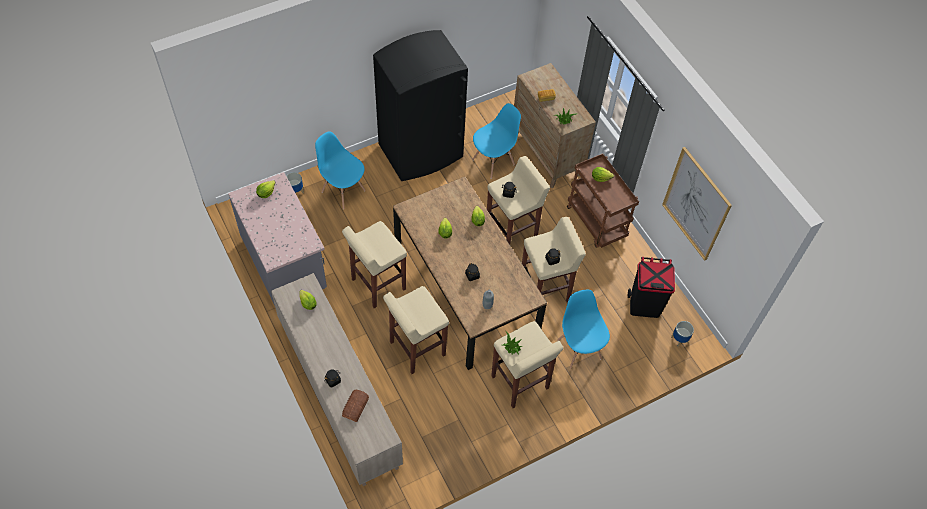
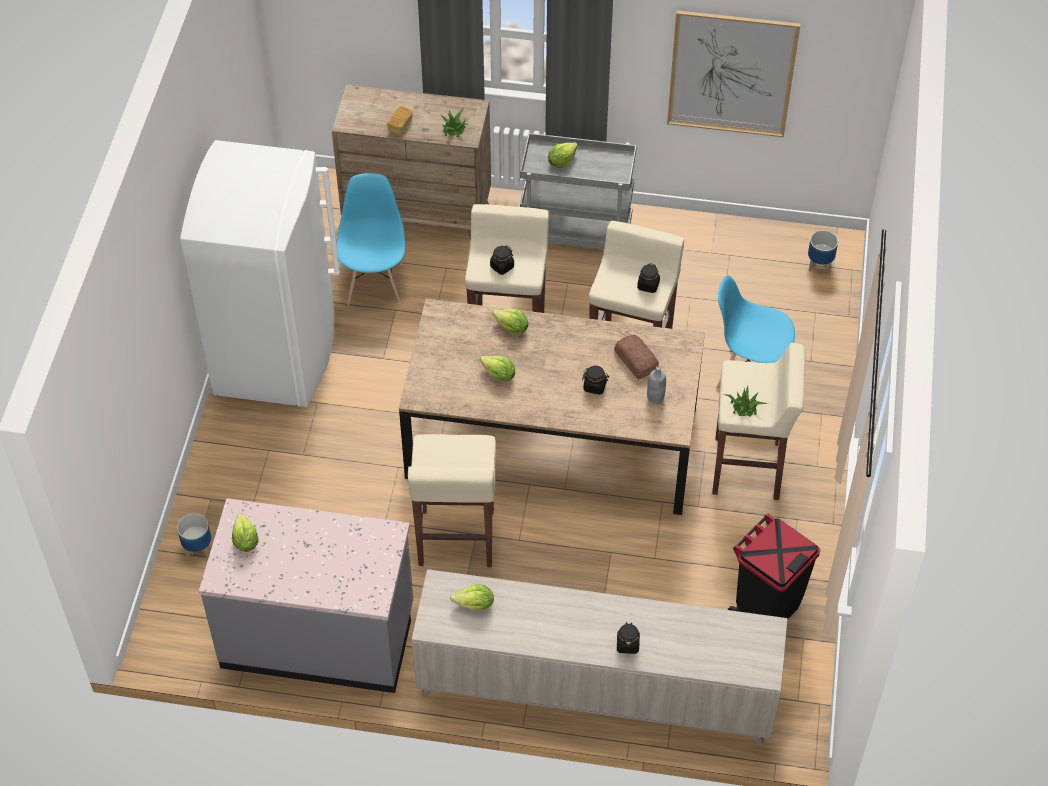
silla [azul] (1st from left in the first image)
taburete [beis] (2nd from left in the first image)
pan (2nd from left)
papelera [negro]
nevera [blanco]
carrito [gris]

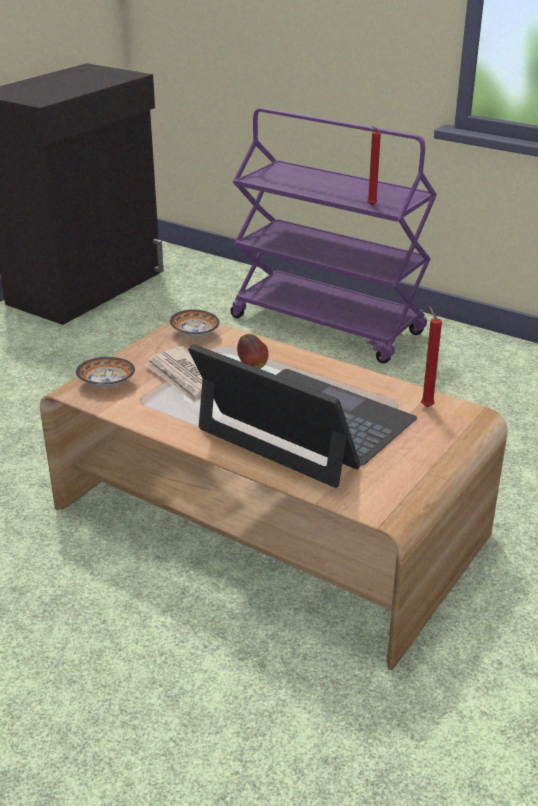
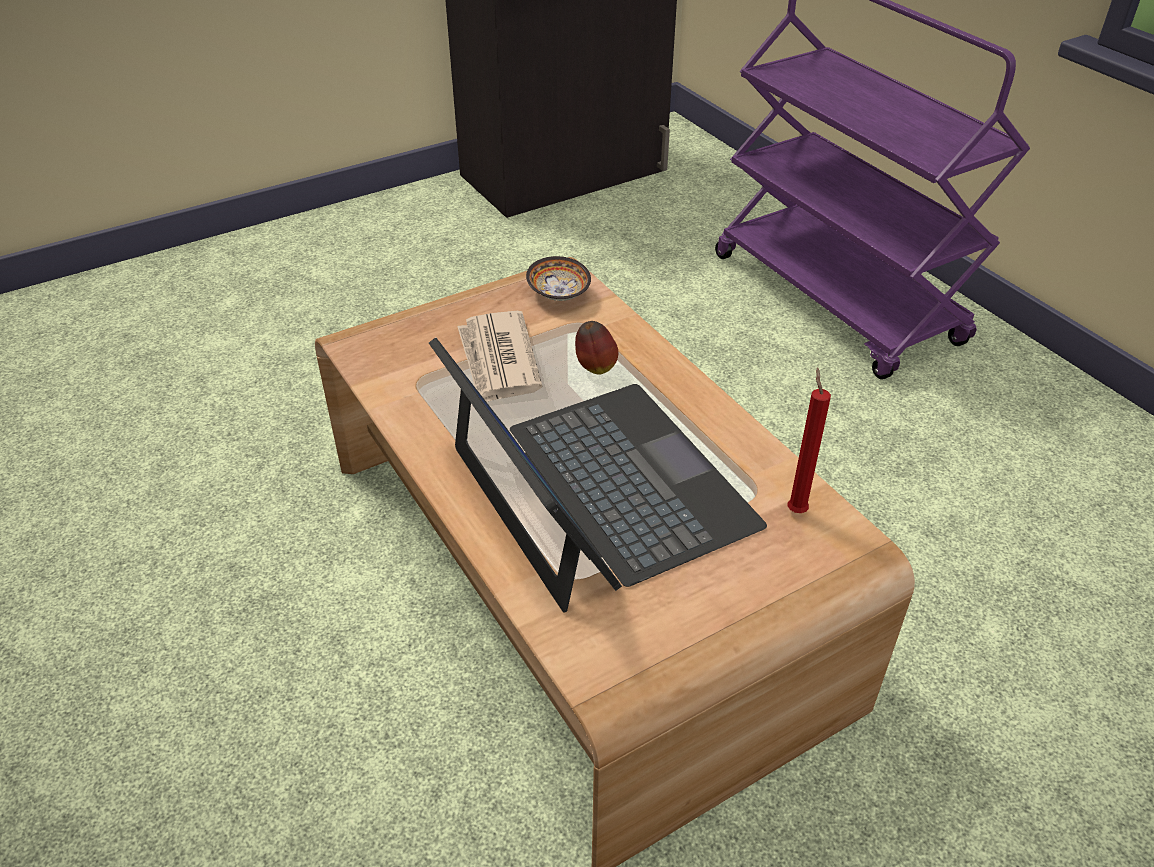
cuenco (1st from left in the first image)
vela [rojo] (1st from left in the first image)

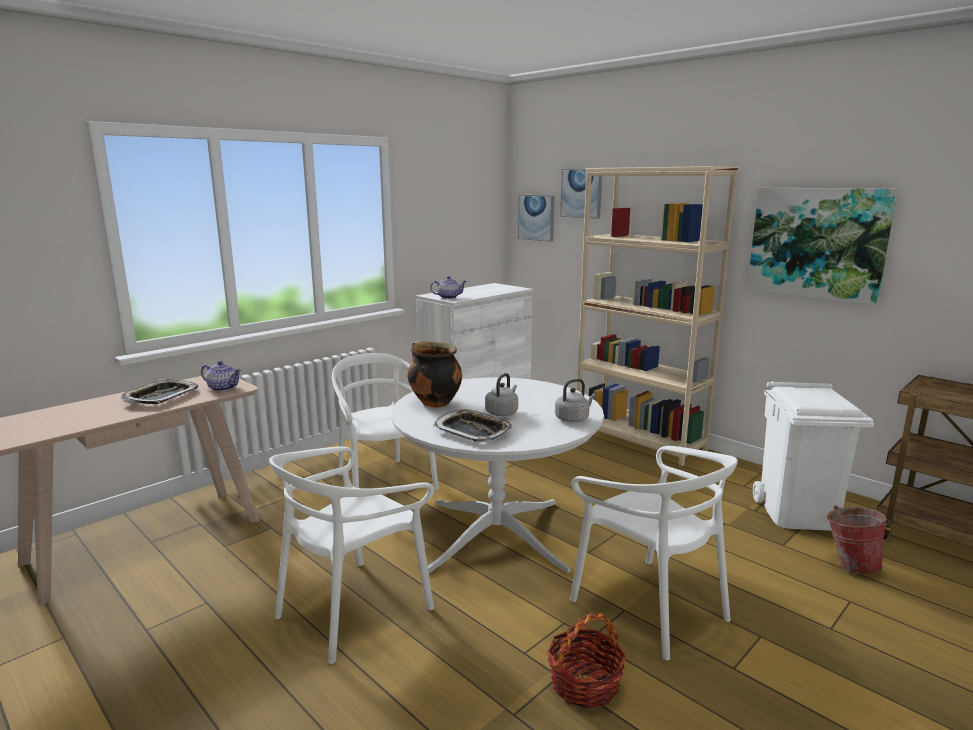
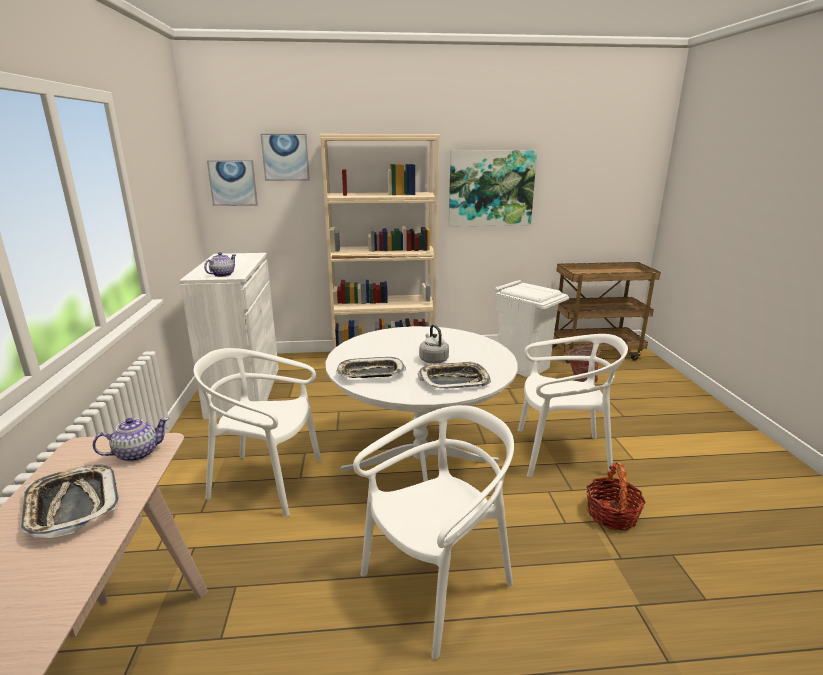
hervidor [gris] (2nd from left in the first image)
bandeja (2nd from left)
silla [blanco] (2nd from left)

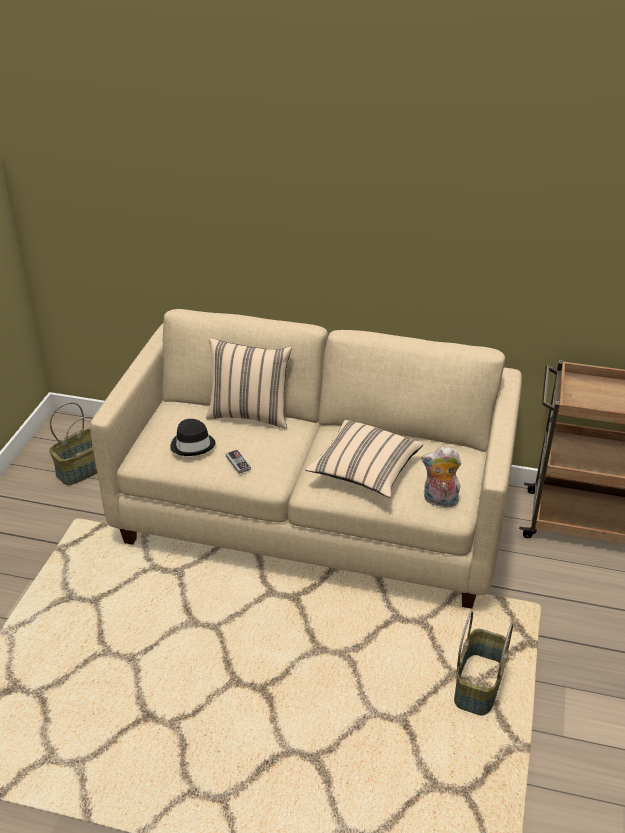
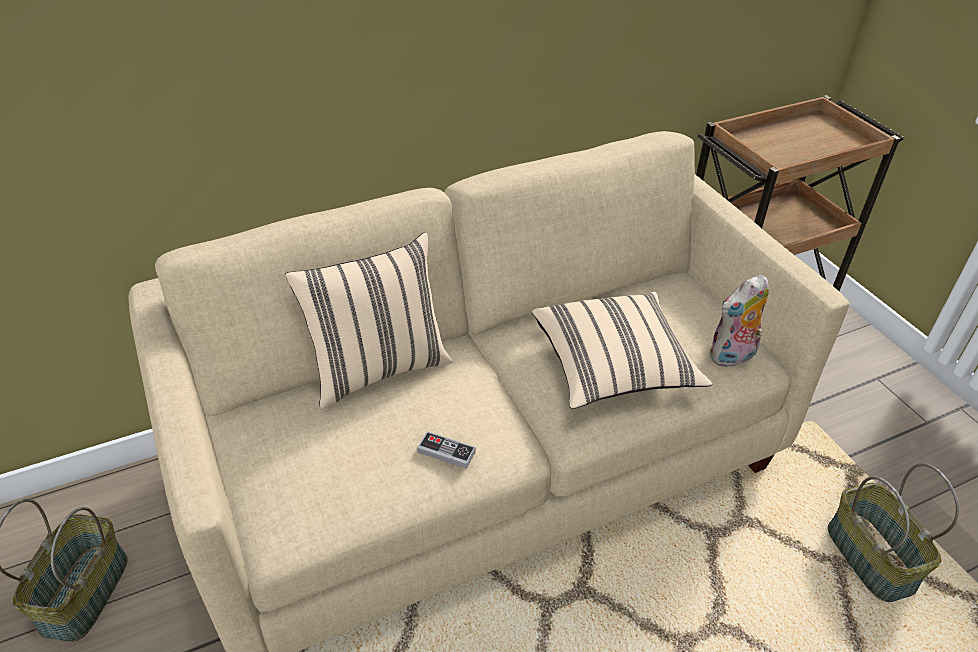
sombrero [negro]

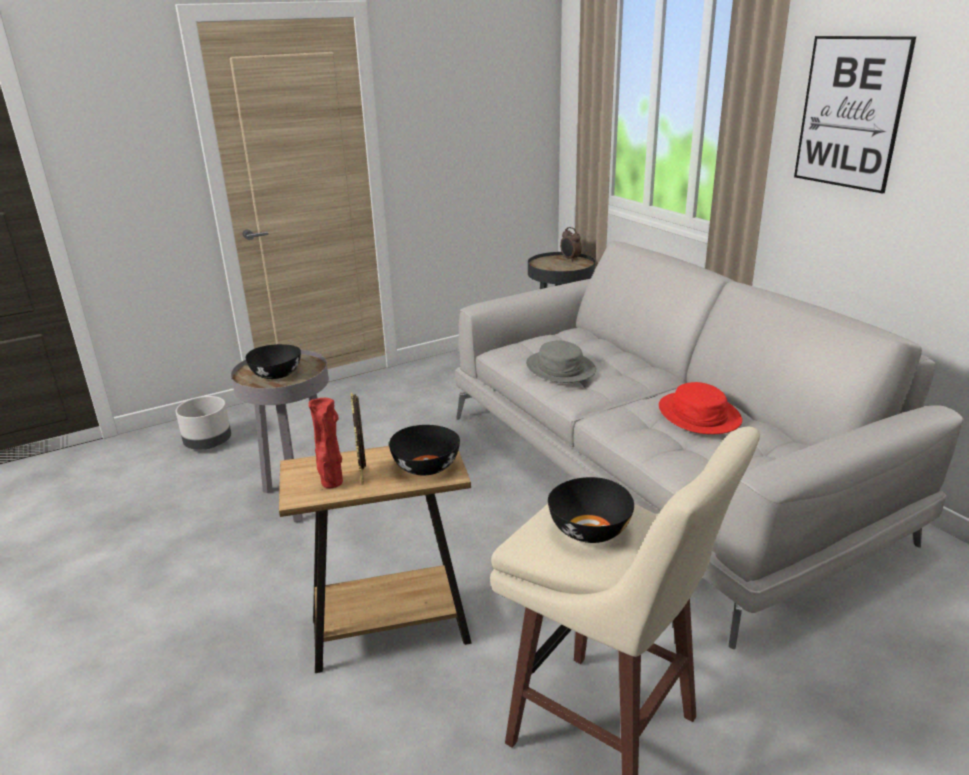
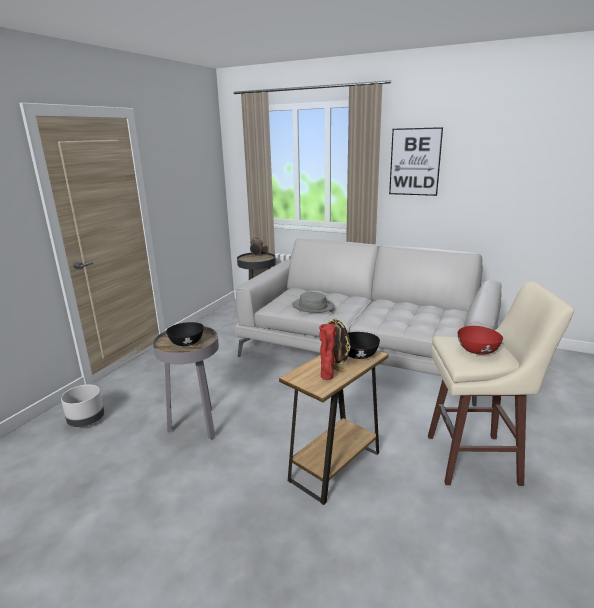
sombrero [rojo]
cuenco [rojo]

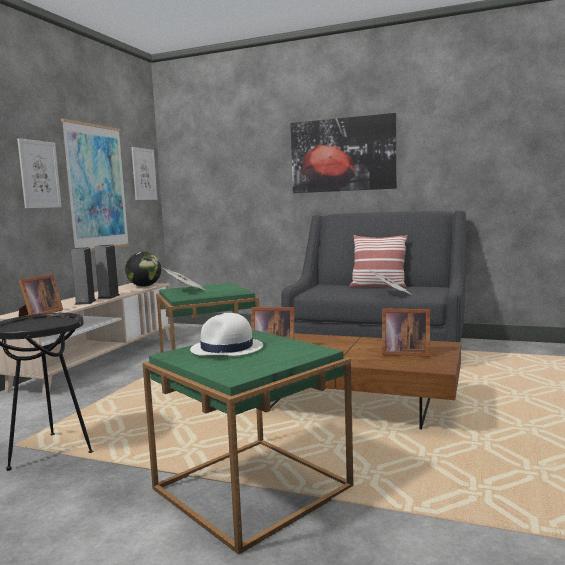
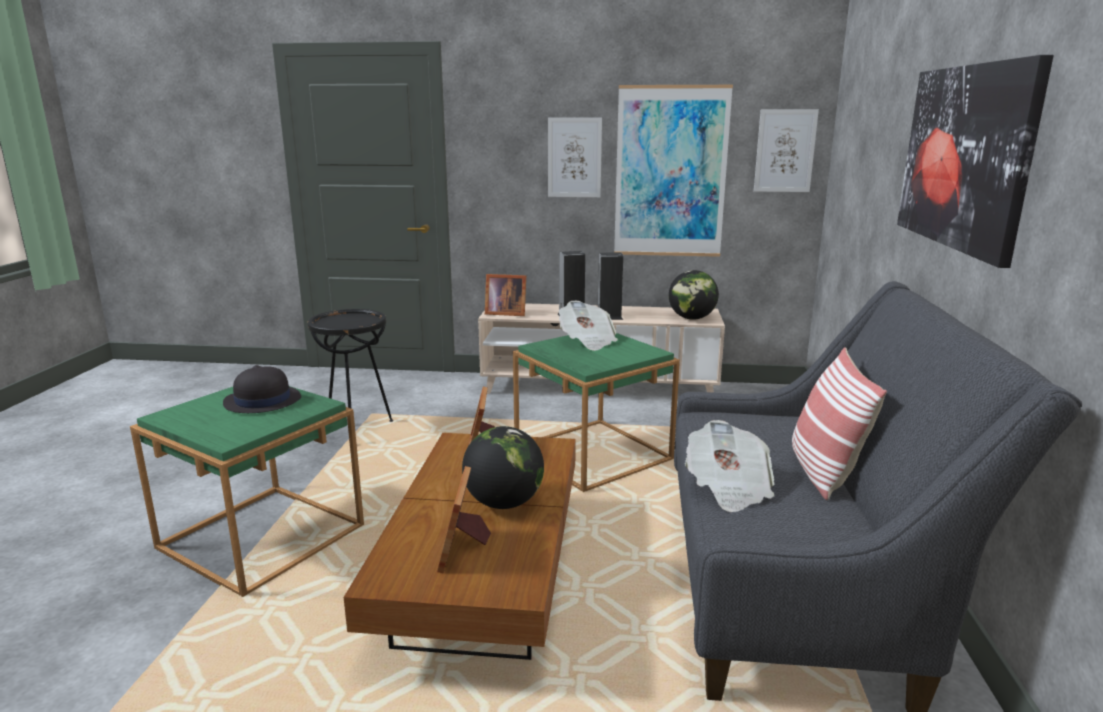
globo terráqueo (1st from left)
sombrero [negro]

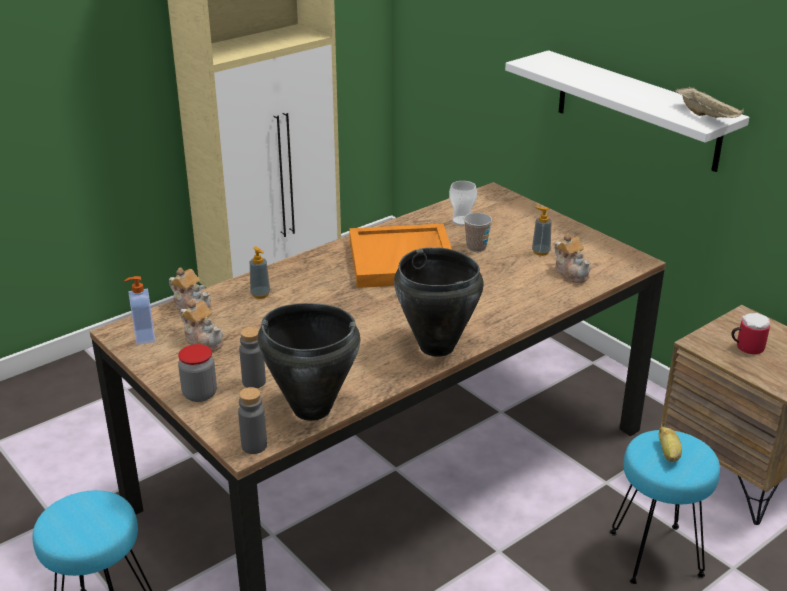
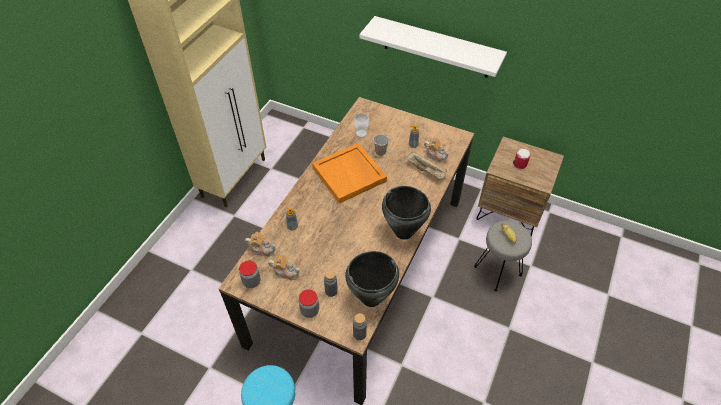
bandeja [beis]
tarro (1st from left)
taburete [gris]

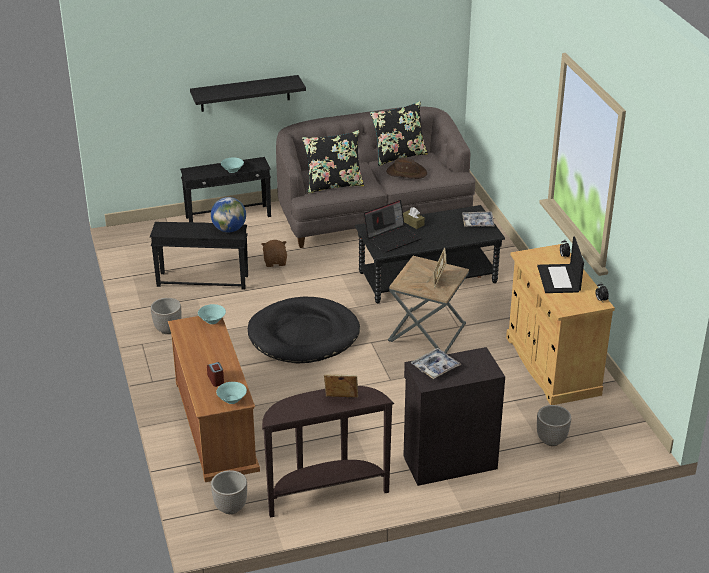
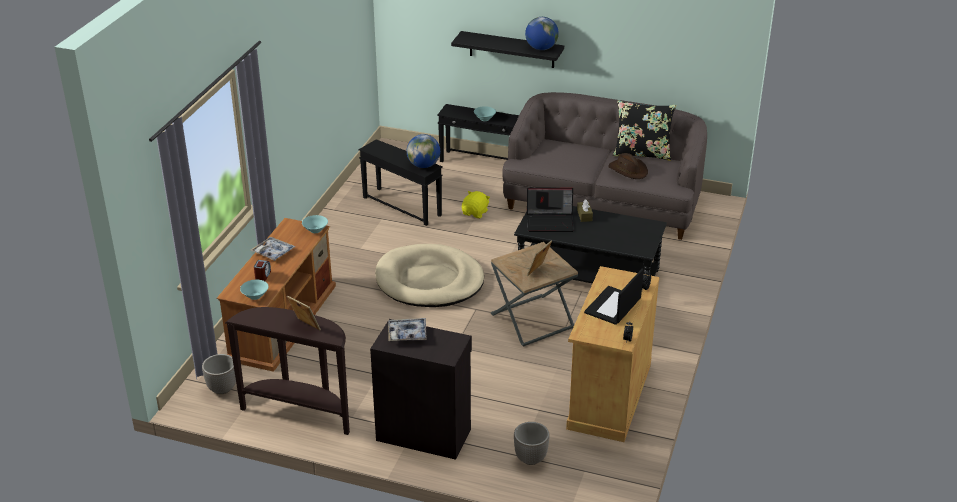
maceta (1st from left in the first image)
cojín [negro] (1st from left in the first image)
globo terráqueo (2nd from left)
bandeja (1st from left)
cama para perro [beis]
peluche [amarillo]

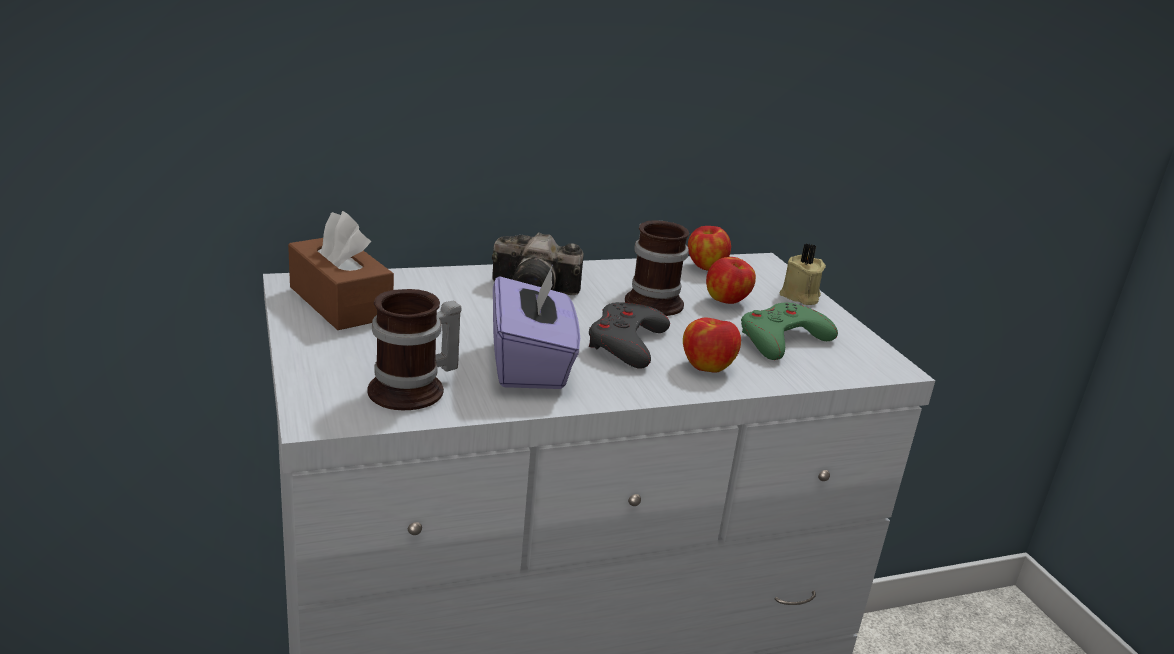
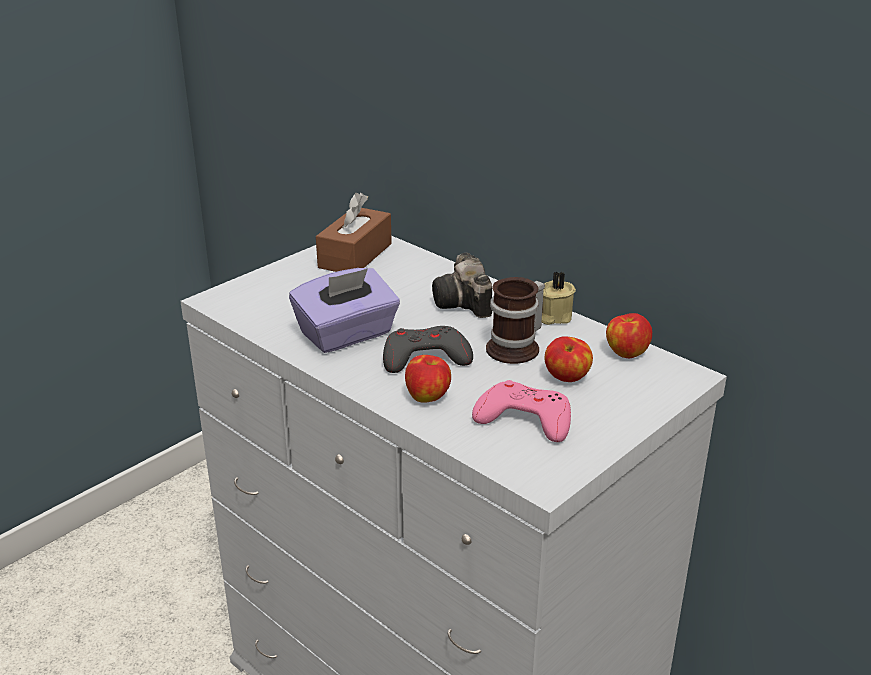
taza grande (1st from left in the first image)
vela [beis]
mando de consola [rosa]

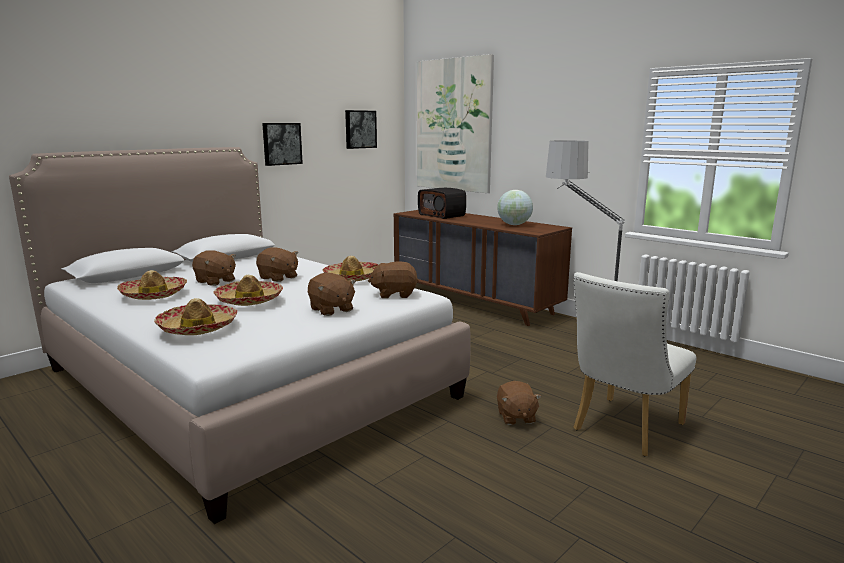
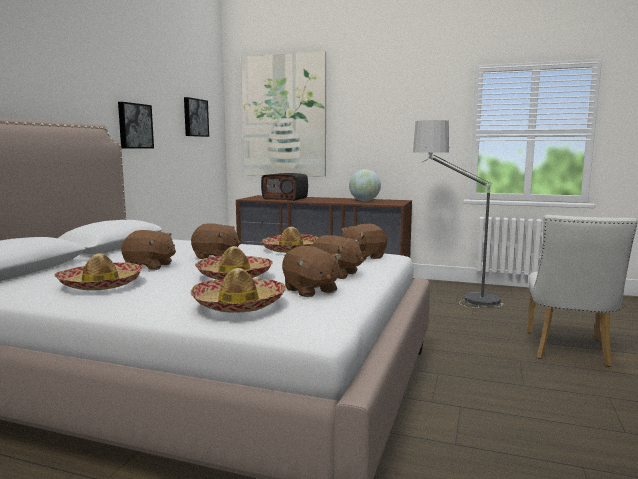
peluche [marrón] (3rd from left)

